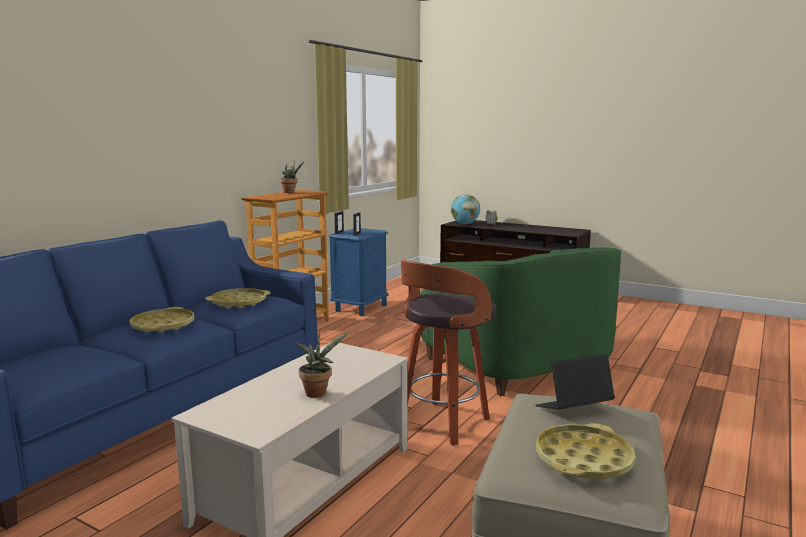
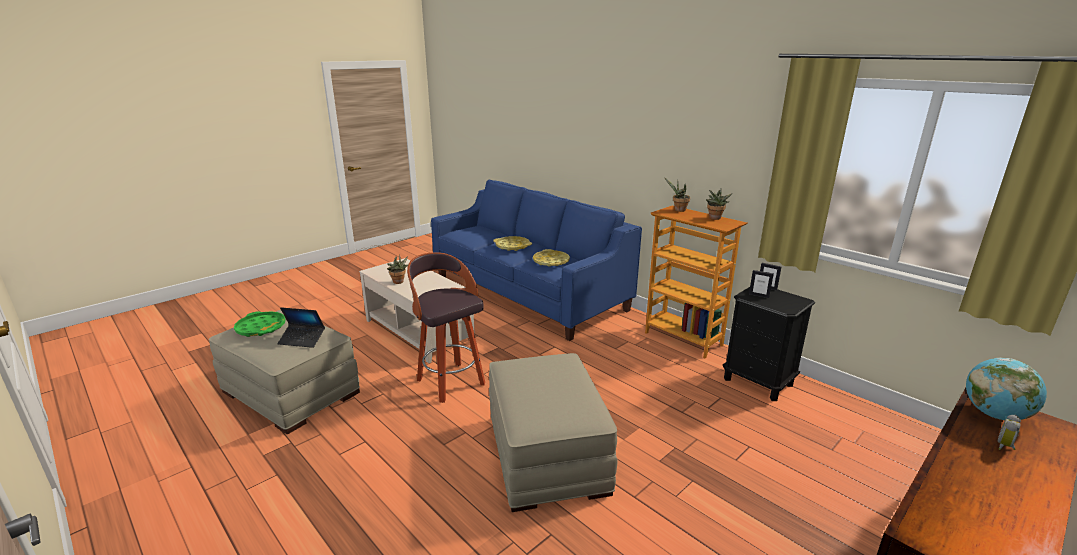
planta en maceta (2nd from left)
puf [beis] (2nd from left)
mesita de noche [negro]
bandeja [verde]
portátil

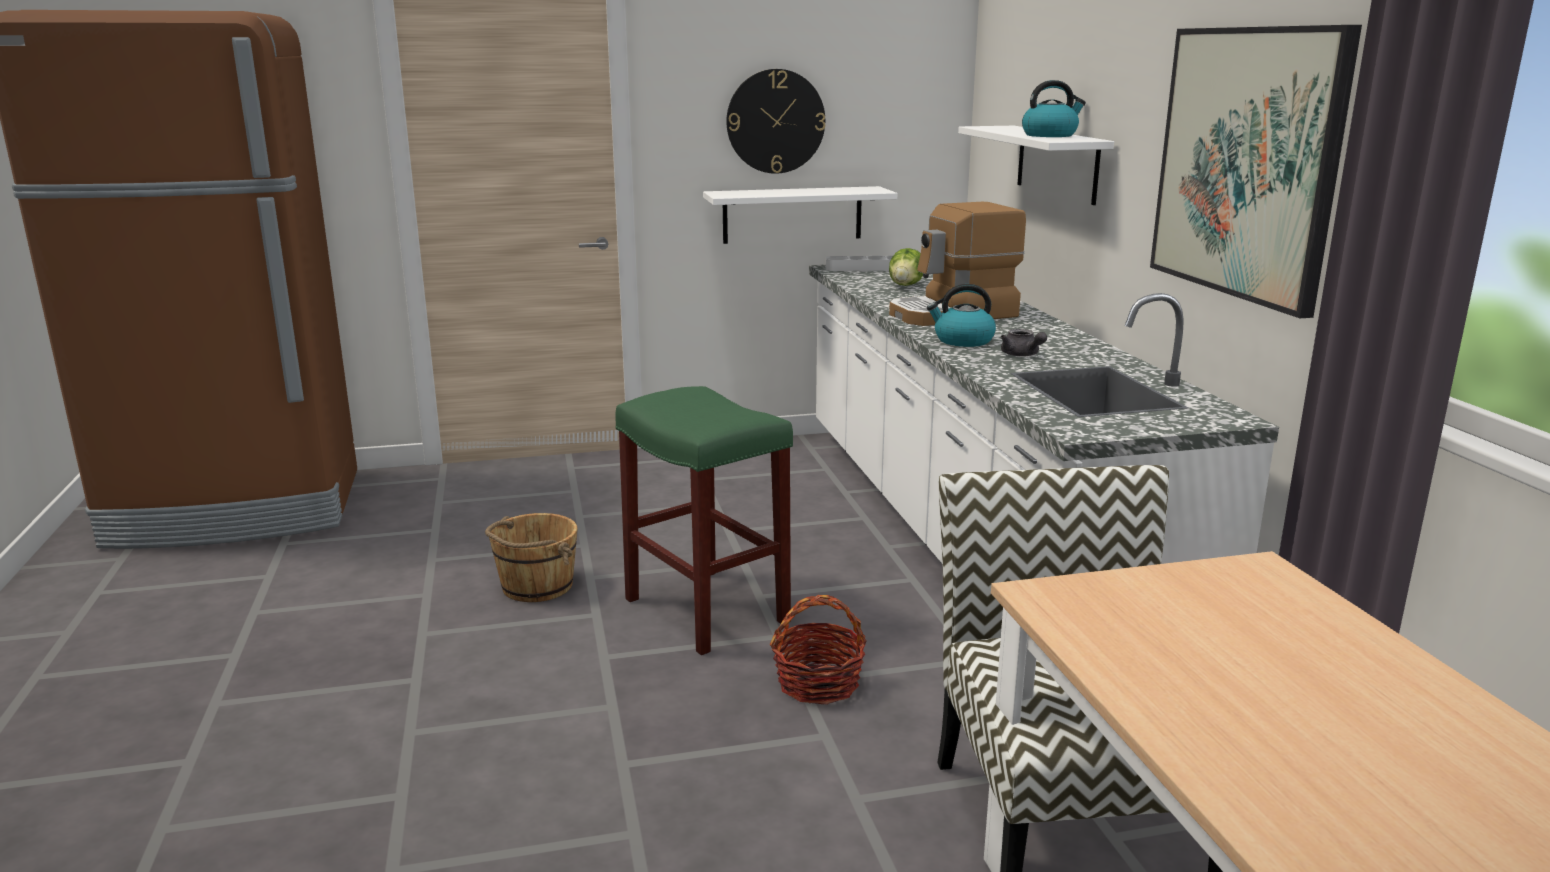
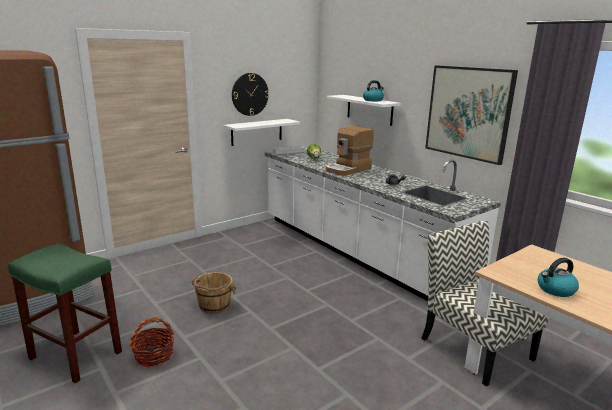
taburete [verde]
cesta
hervidor (2nd from left)

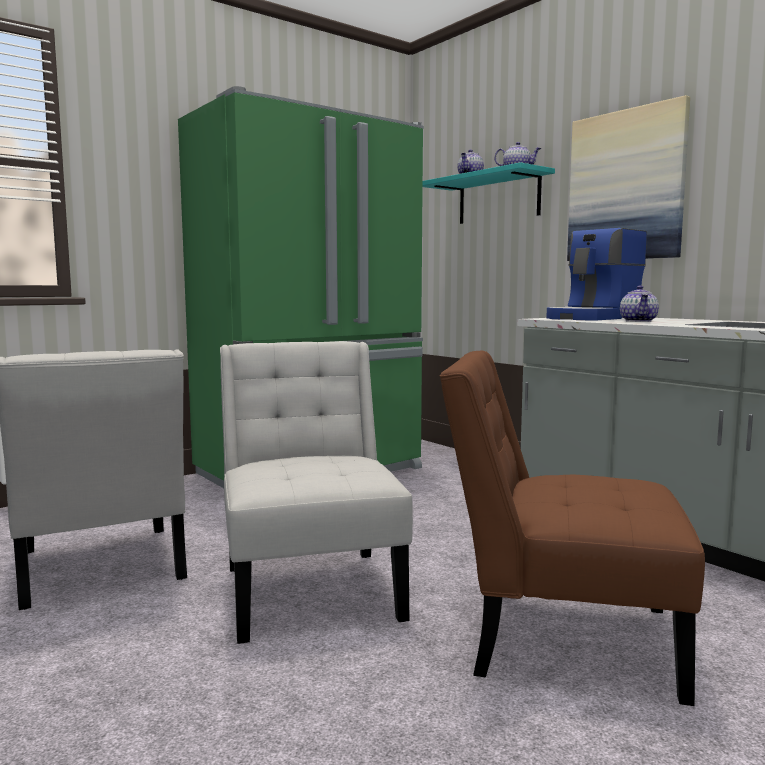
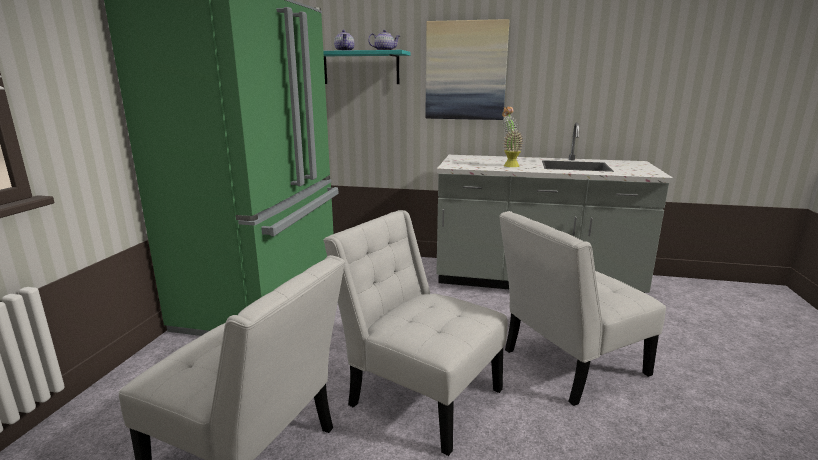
cafetera
planta en maceta
silla [blanco] (3rd from left)

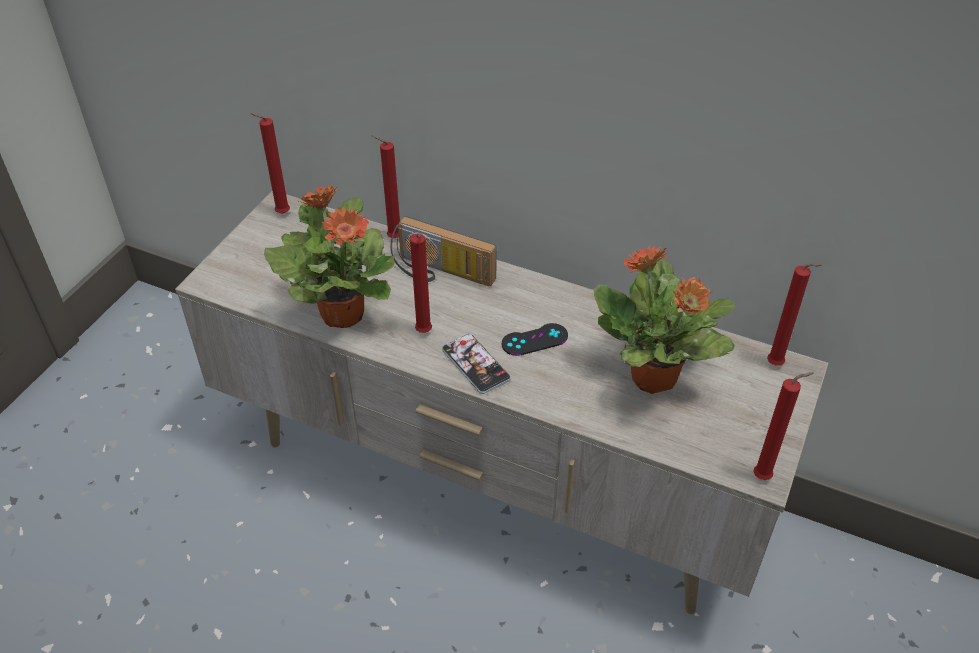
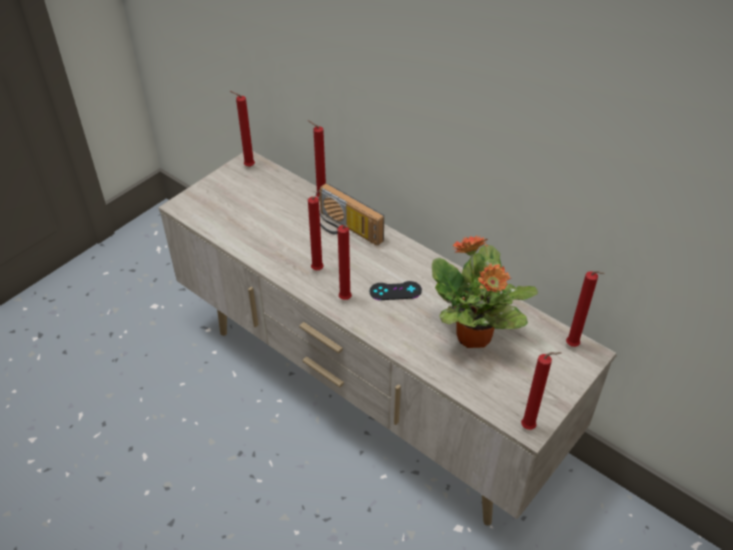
planta en maceta (1st from left in the first image)
vela [rojo] (4th from left)

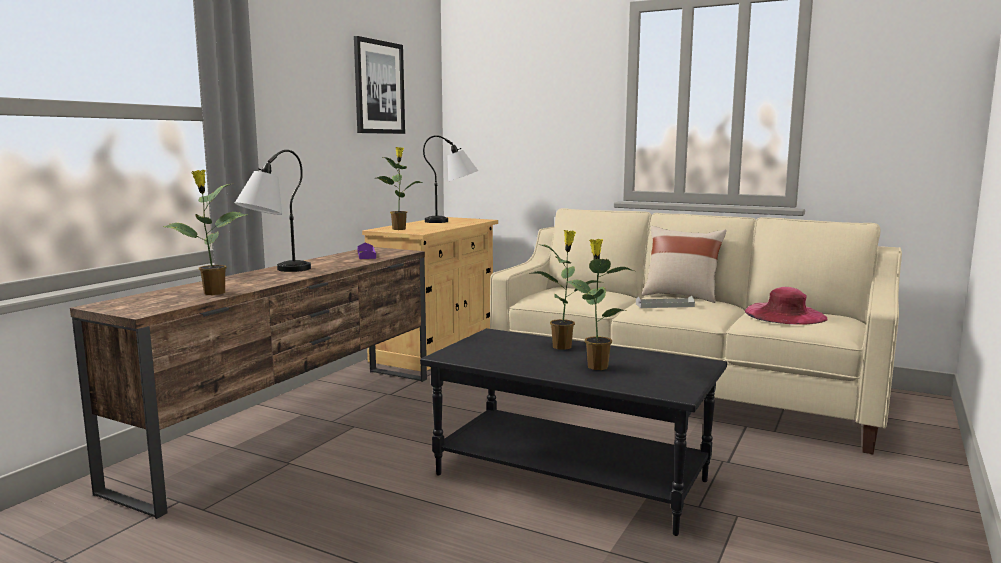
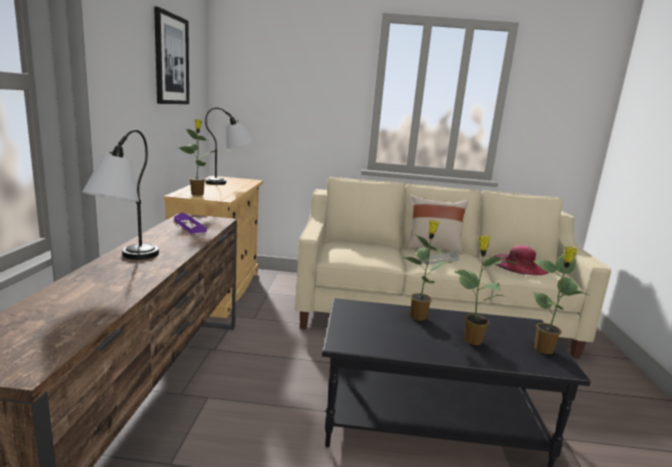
planta en maceta (4th from left)

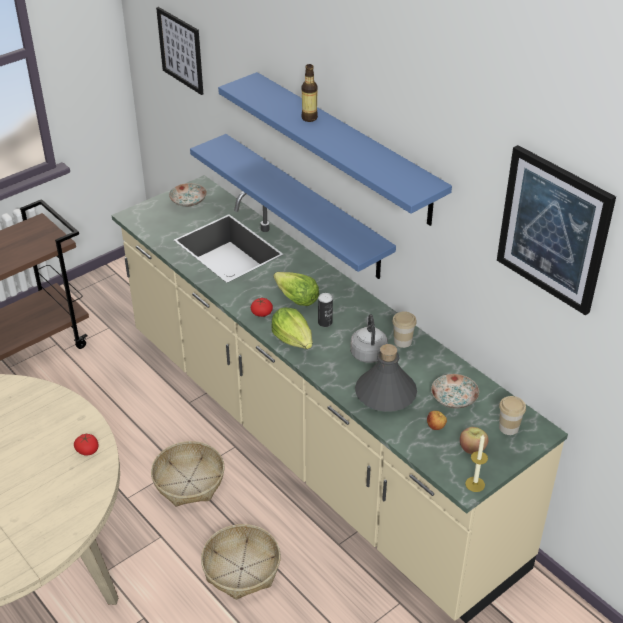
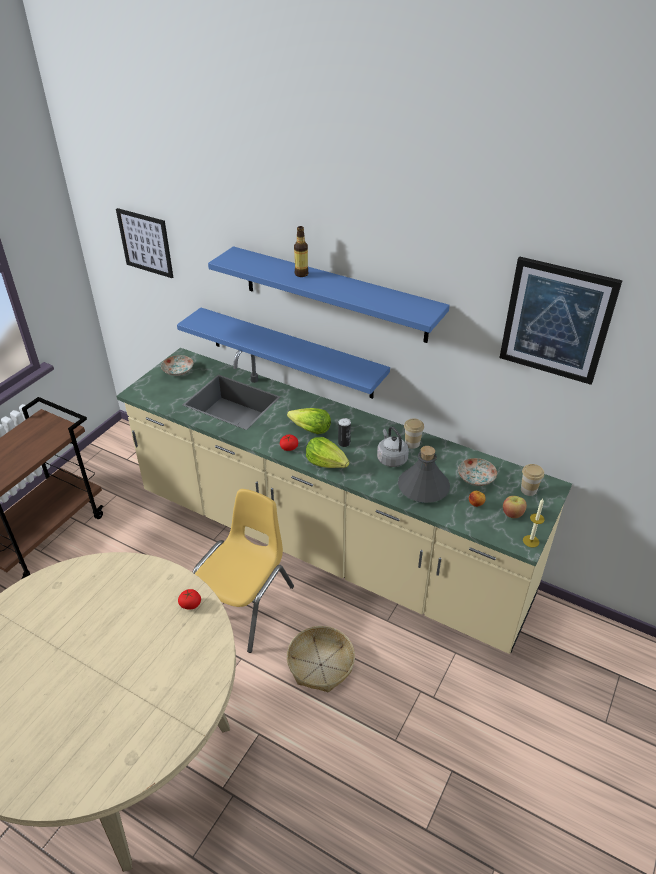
silla [amarillo]

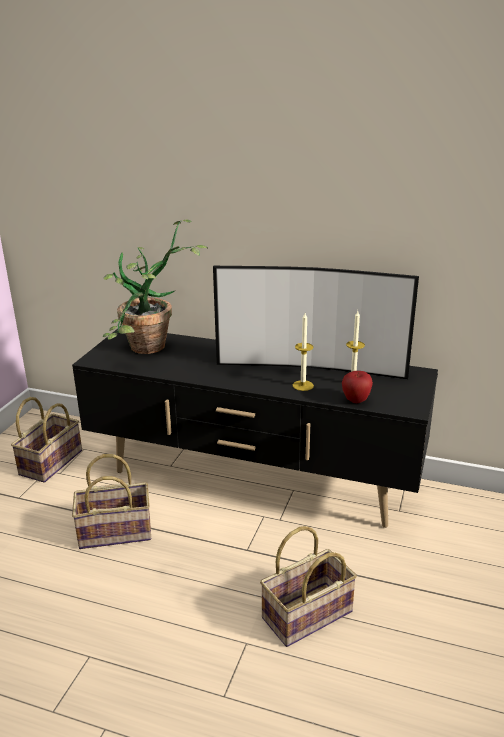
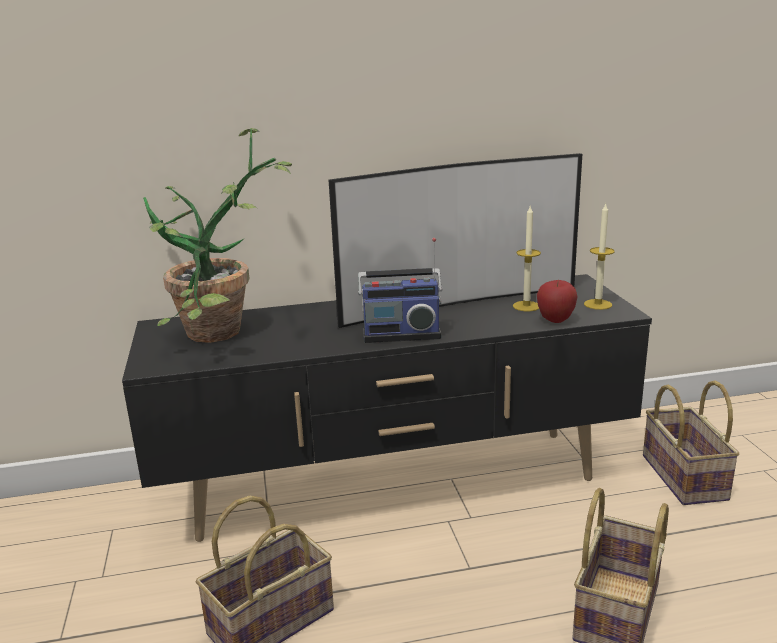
radio
cesta (3rd from left)
vela (2nd from left)

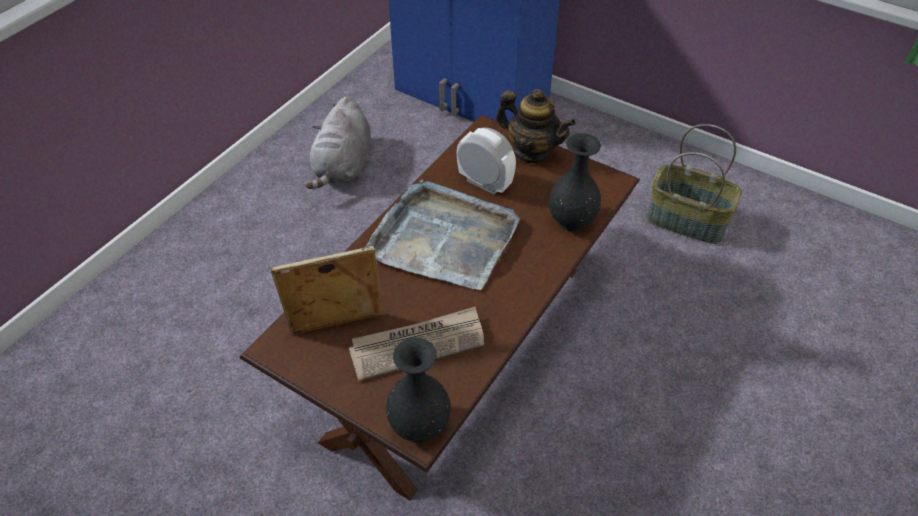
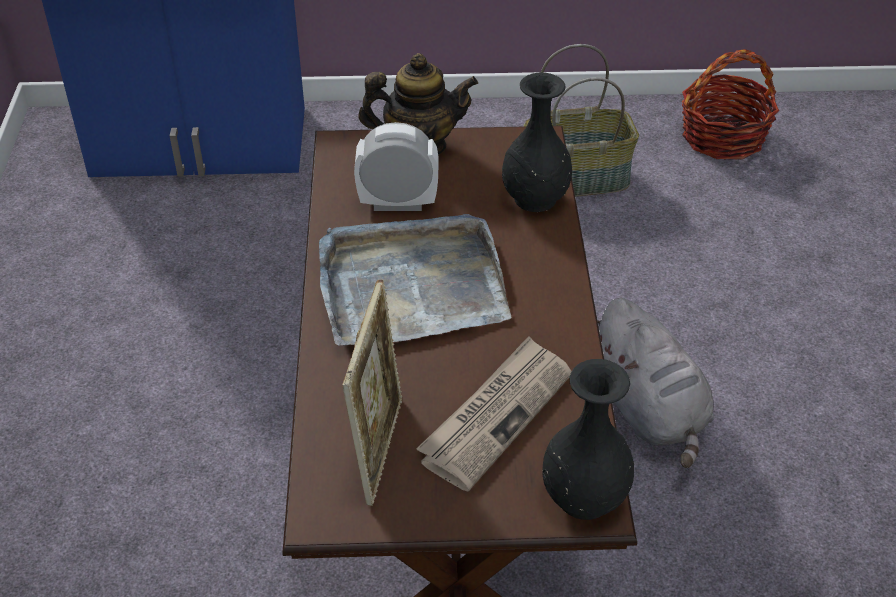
cesta (2nd from left)
peluche [gris]
portarretratos

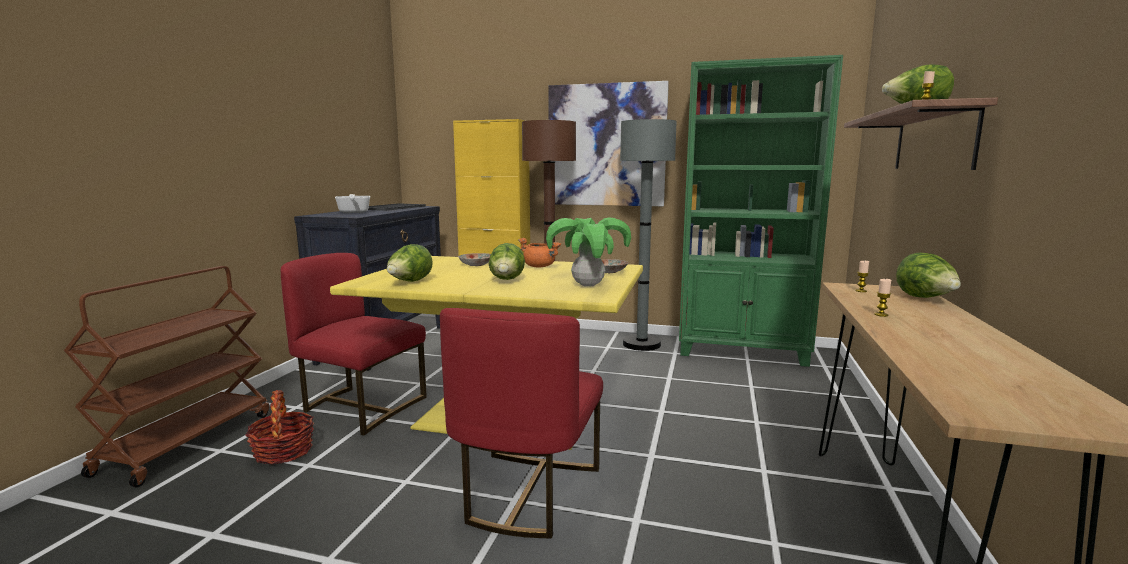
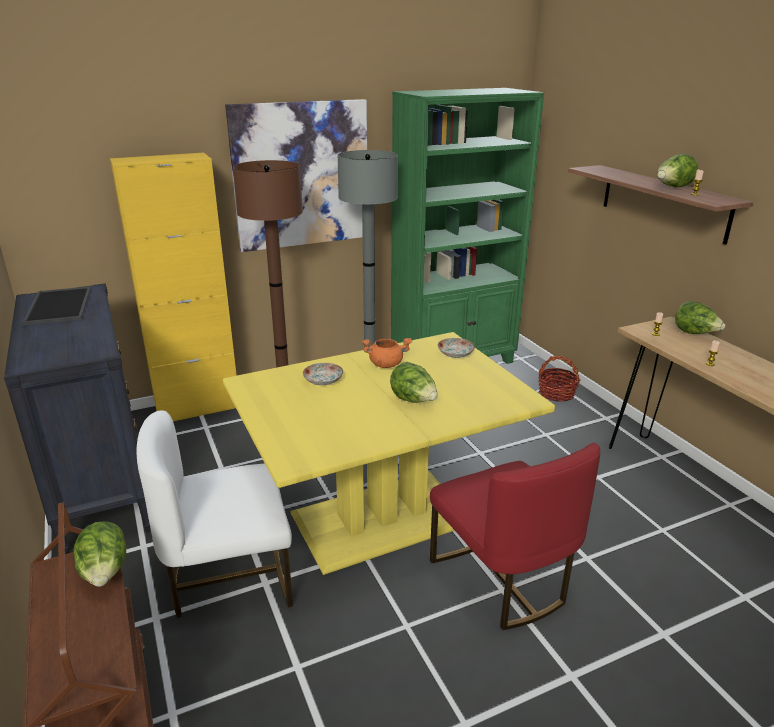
sartén
planta en maceta
cesta
lechuga (1st from left)
silla [blanco]

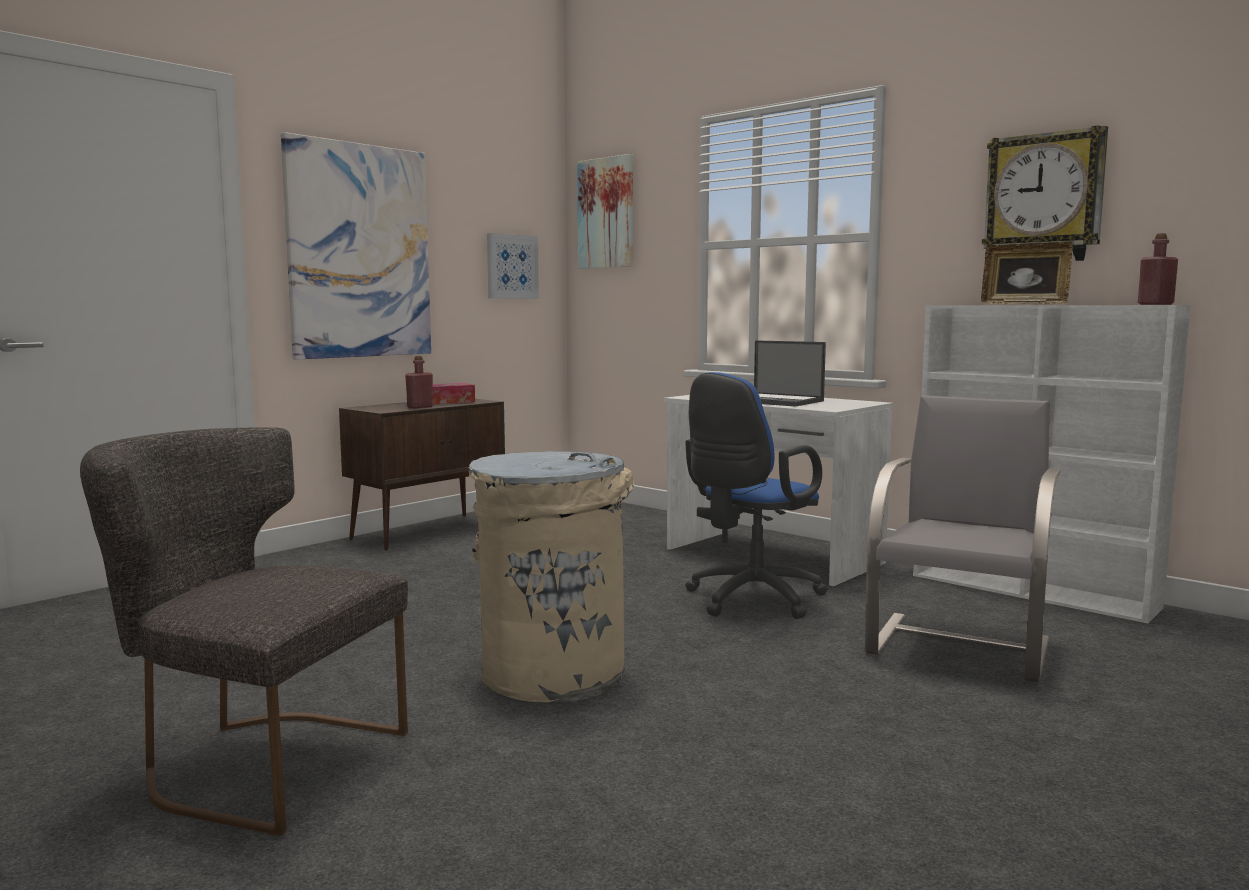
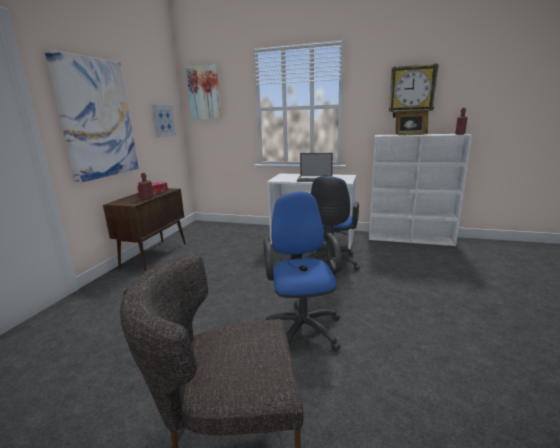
silla [gris] (2nd from left in the first image)
silla de oficina [azul] (1st from left)

